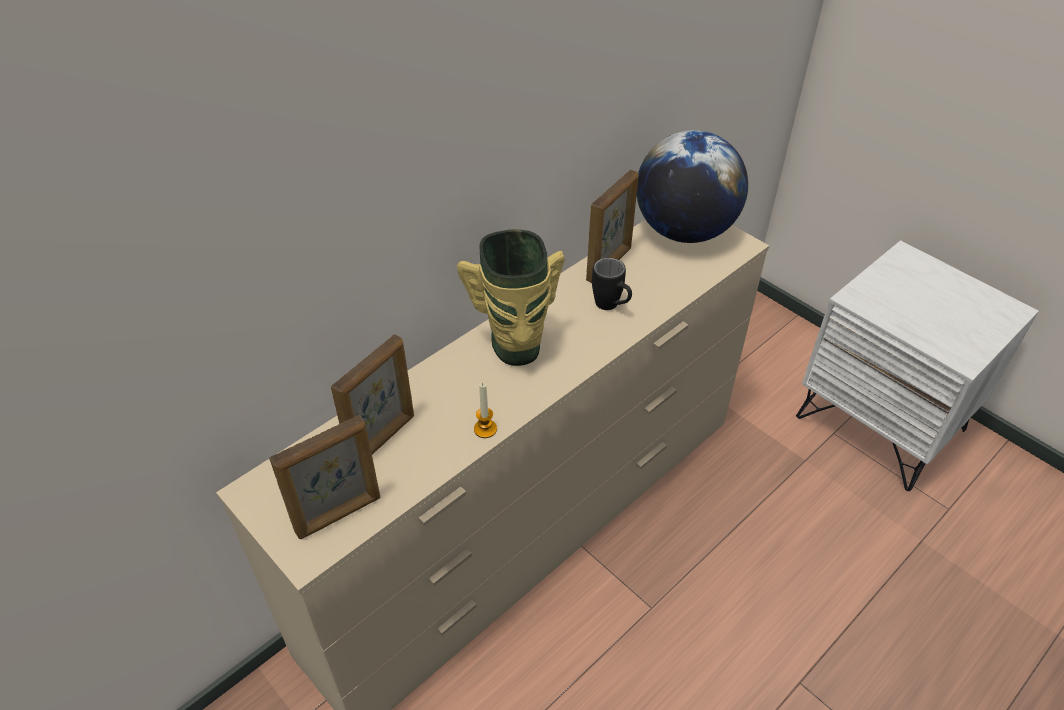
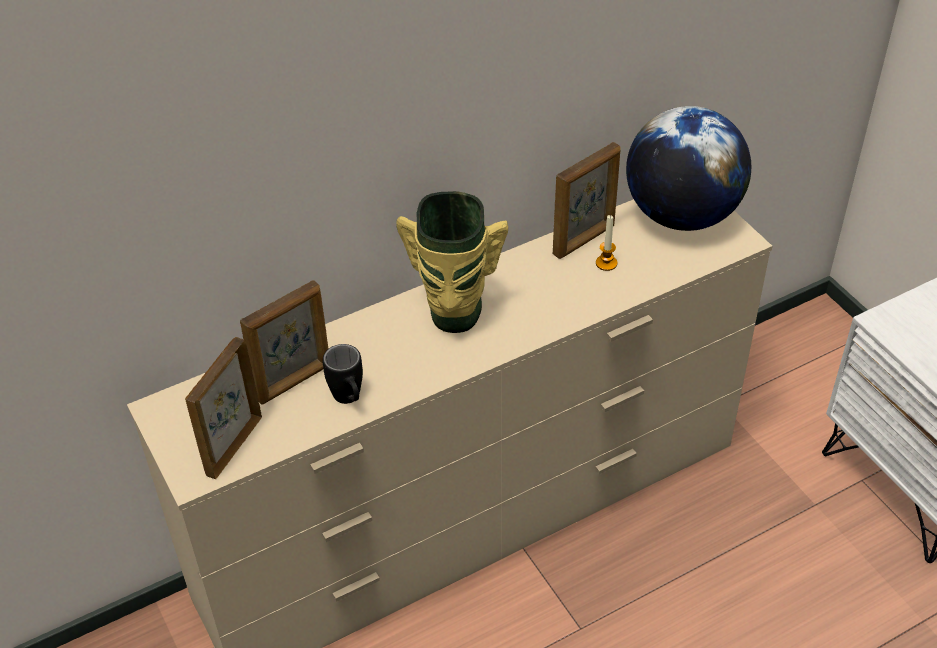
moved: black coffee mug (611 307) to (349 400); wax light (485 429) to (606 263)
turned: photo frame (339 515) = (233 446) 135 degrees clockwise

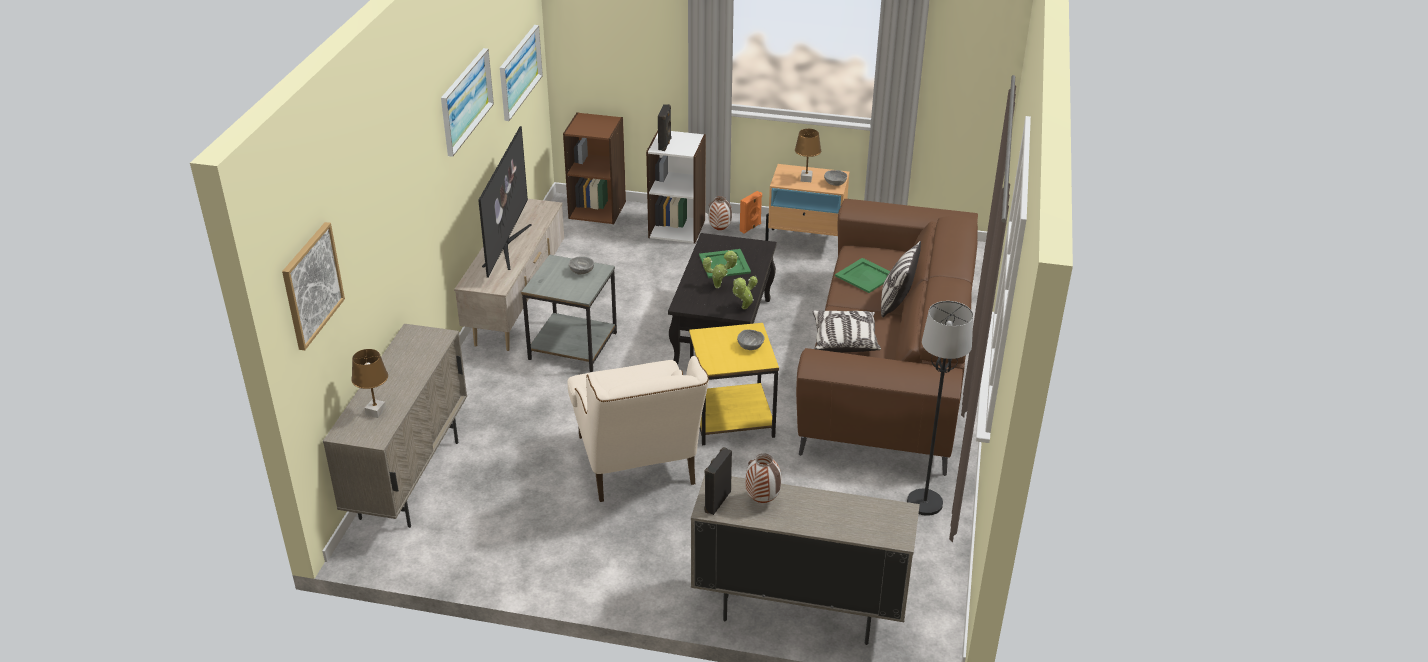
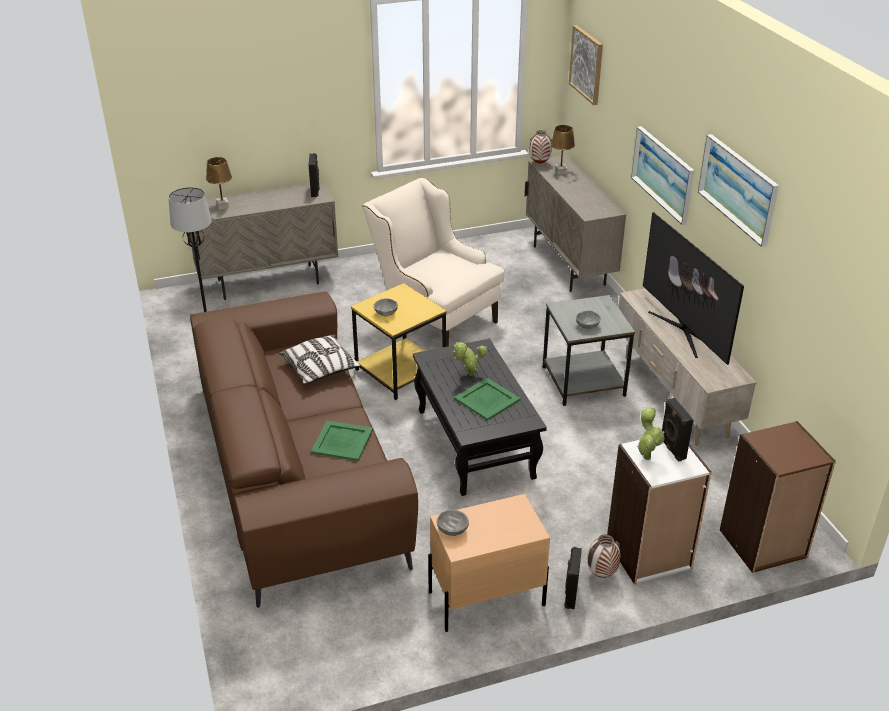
removed: pillow (896 303)
moved: wall picture (519 71) to (663 174); brown-coloured tabletop lamp (806 179) to (222 206); plant in a pot (743 309) to (646 456); vase (761 500) to (539 163)
recoloured: orangey speaker (751 228) to black speaker (570 595)

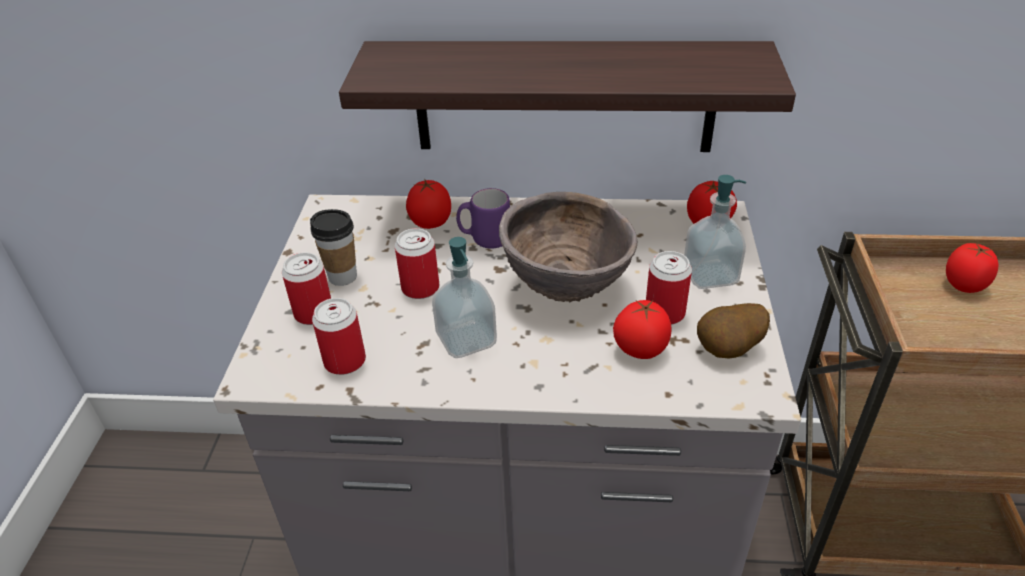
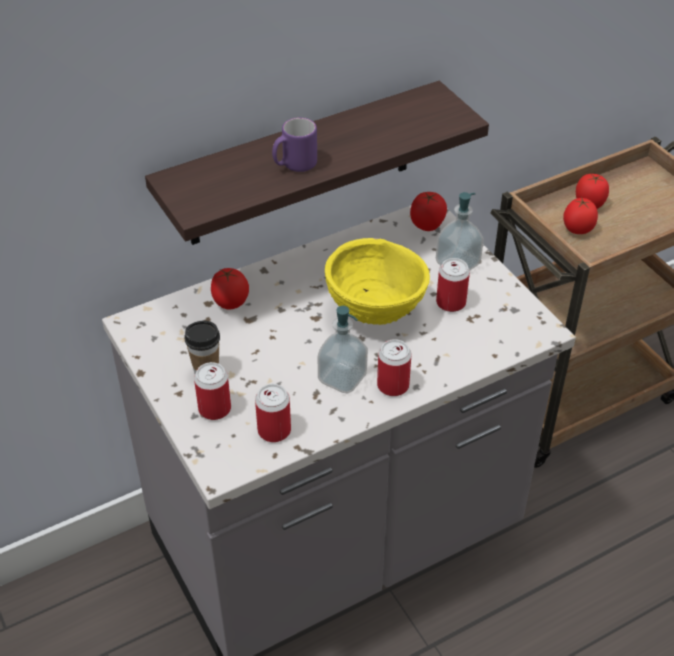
removed: whole potato (729 351)
moved: purplish coffee mug (484 239) to (294 165); sealed can (420 288) to (393 385); tomato (639 350) to (577 230)
recoloured: brown-coloured bowl (566 289) to yellowish bowl (375 313)

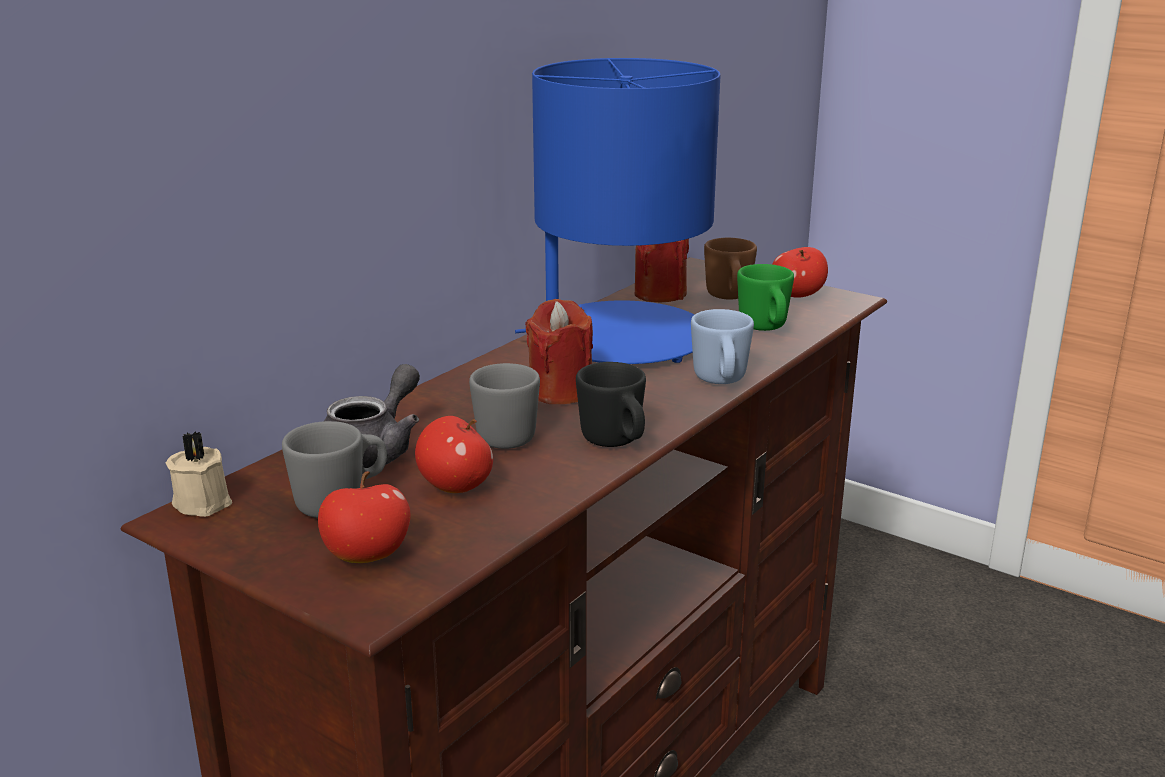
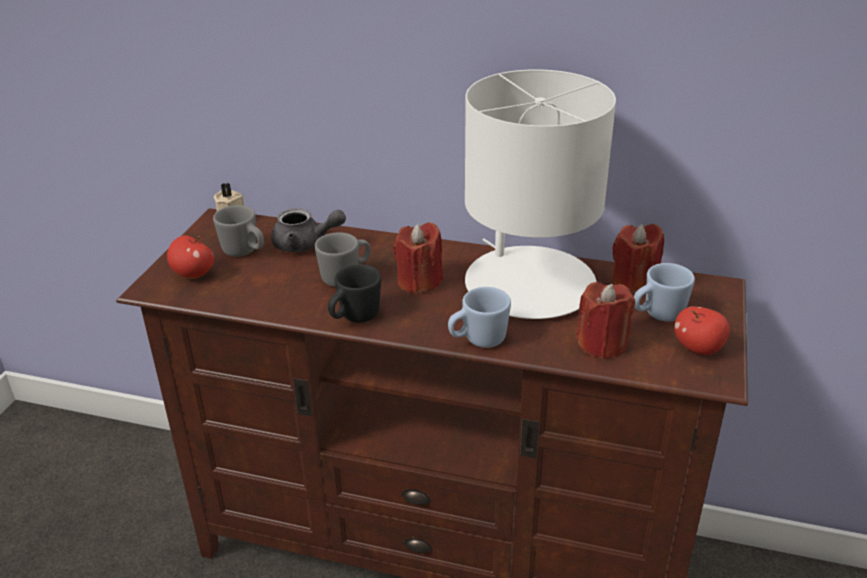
removed: whole apple (455 487)
replaced: green coffee mug (765 328) to red-coloured wax light (602 344)
recoloured: bluish tabletop lamp (620 337) to whitish tabletop lamp (528 284); brown-coloured coffee mug (729 298) to bluish coffee mug (657 315)

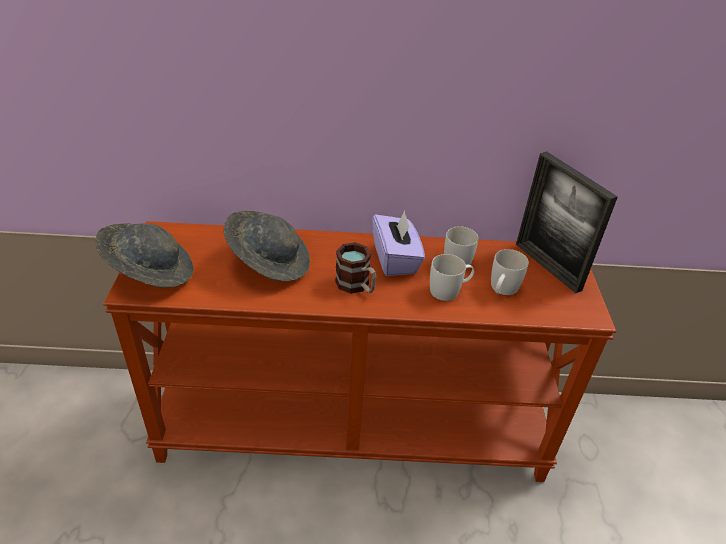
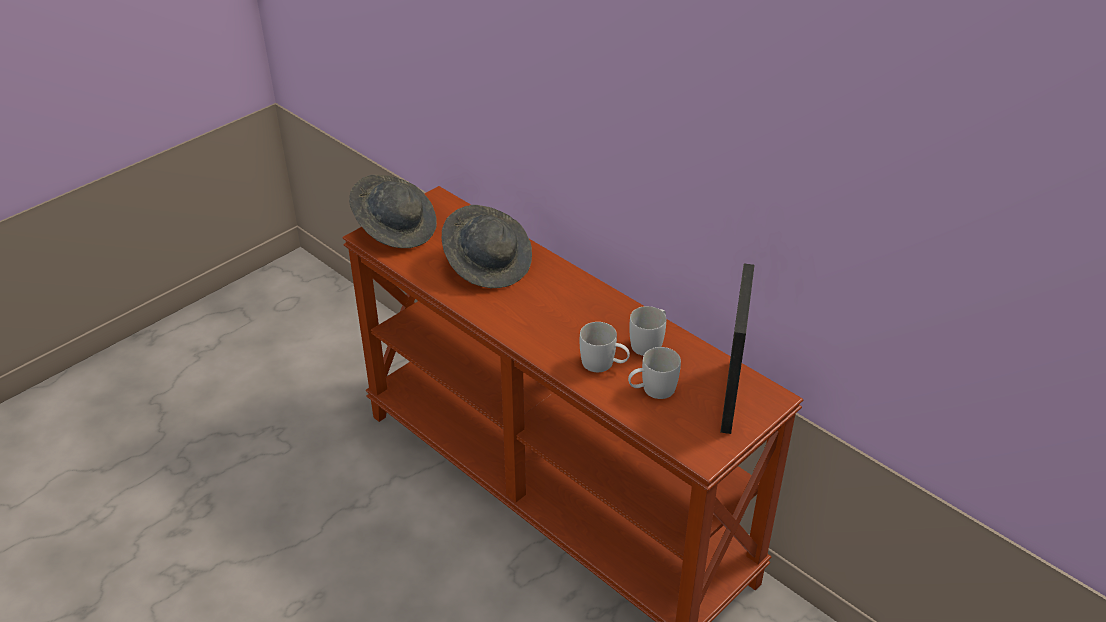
removed: purplish tissue holder (395 259); coffee mug (357 286)

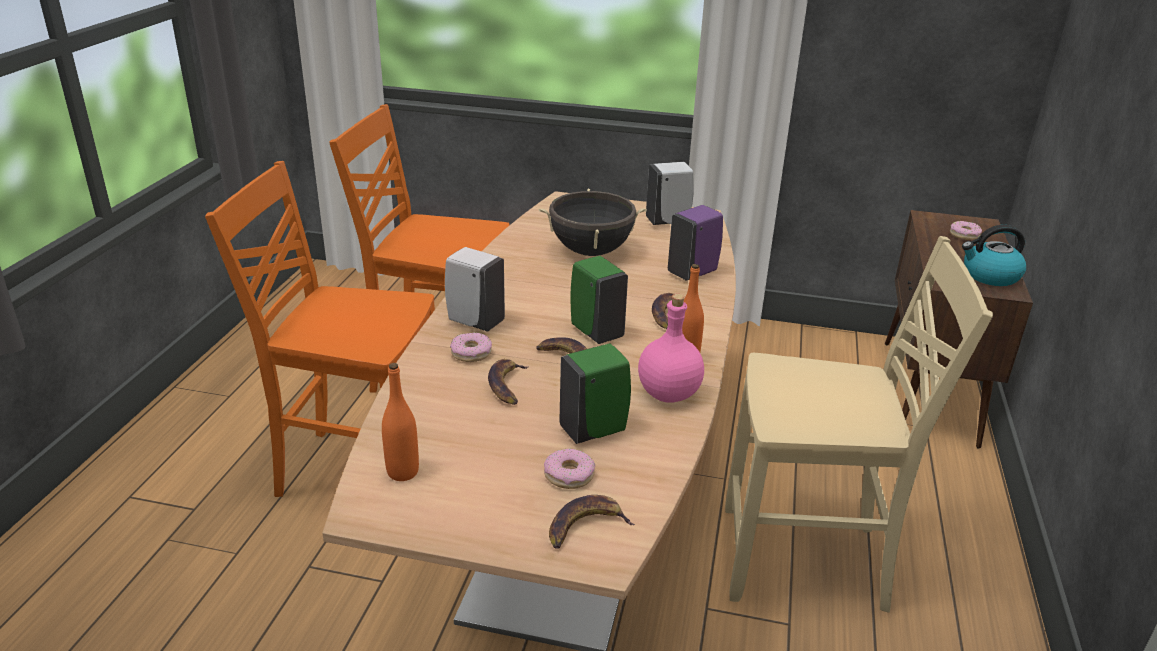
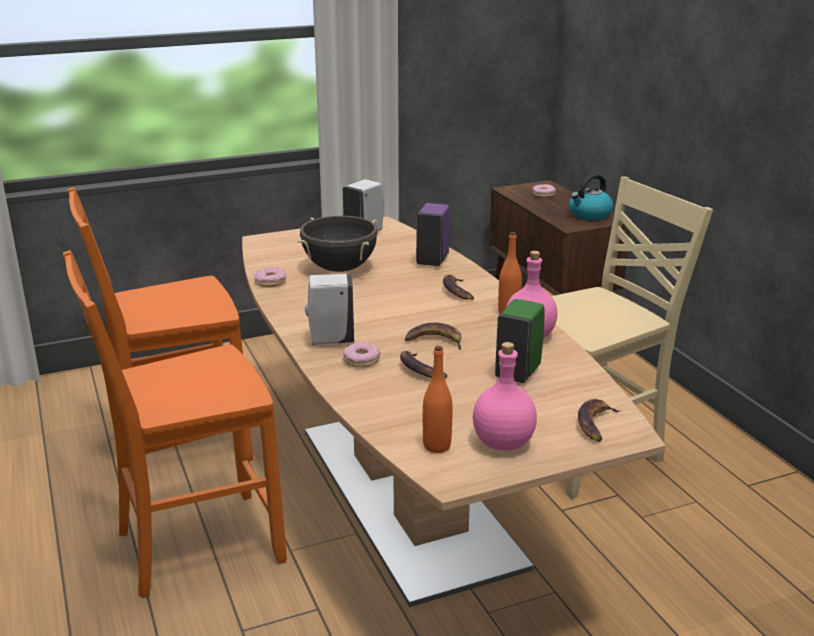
removed: green liquid soap bottle (595 332)
added: pinkish bottle (502 442)
moved: doughnut (569 475) to (270 282)

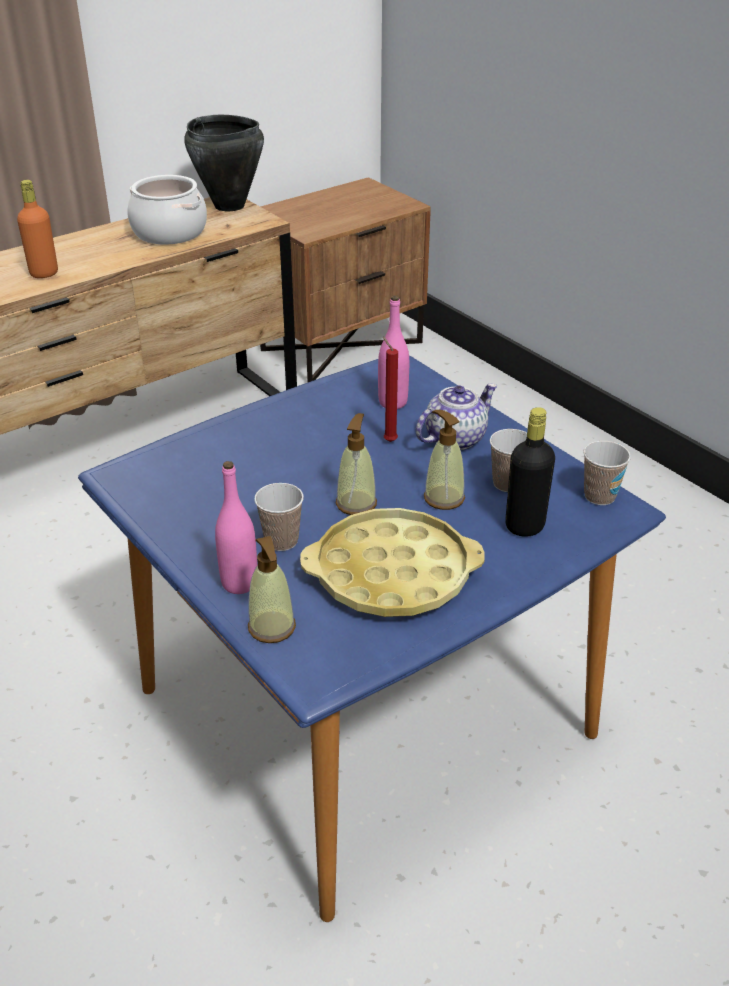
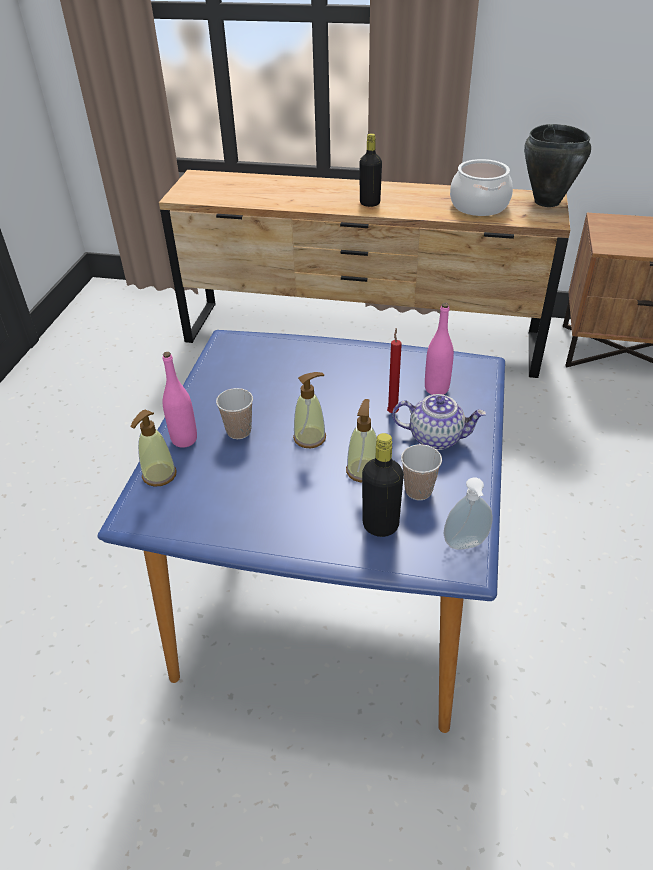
removed: yellowish carrying tray (392 573)
replaced: small cup (599 496) to liquid soap bottle (466 545)
recoloured: orangey bottle (44 273) to black bottle (370 203)

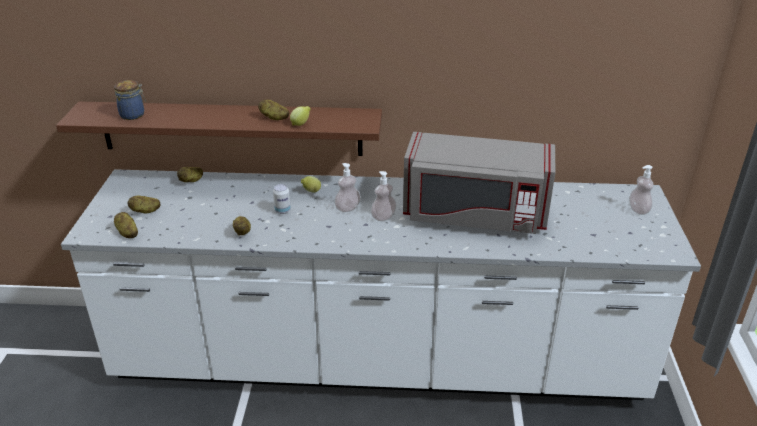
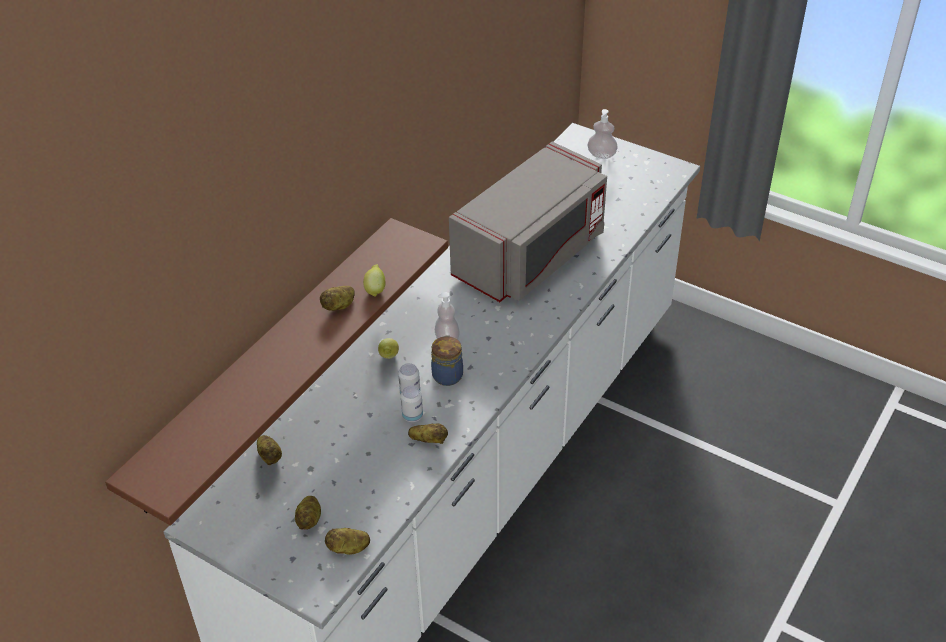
removed: liquid soap bottle (383 217)
added: sealed can (412 416)
moved: storage jar (133 115) to (447 374)

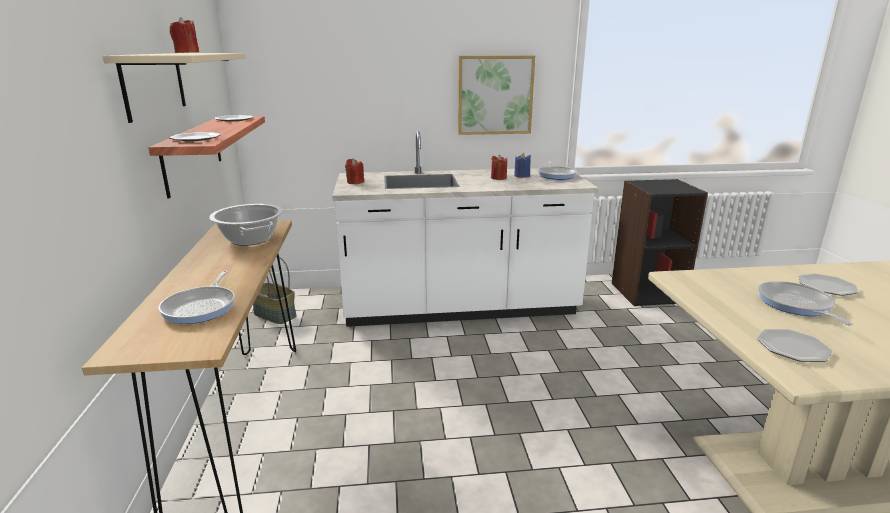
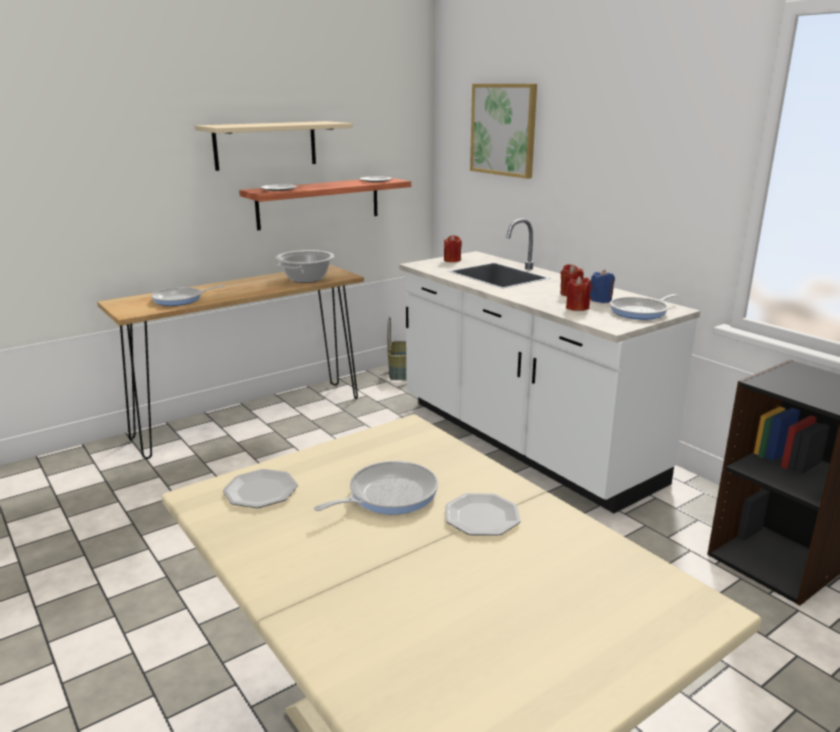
moved: red-coloured wax light (187 52) to (577 308); wall picture (495 95) to (503 129)

